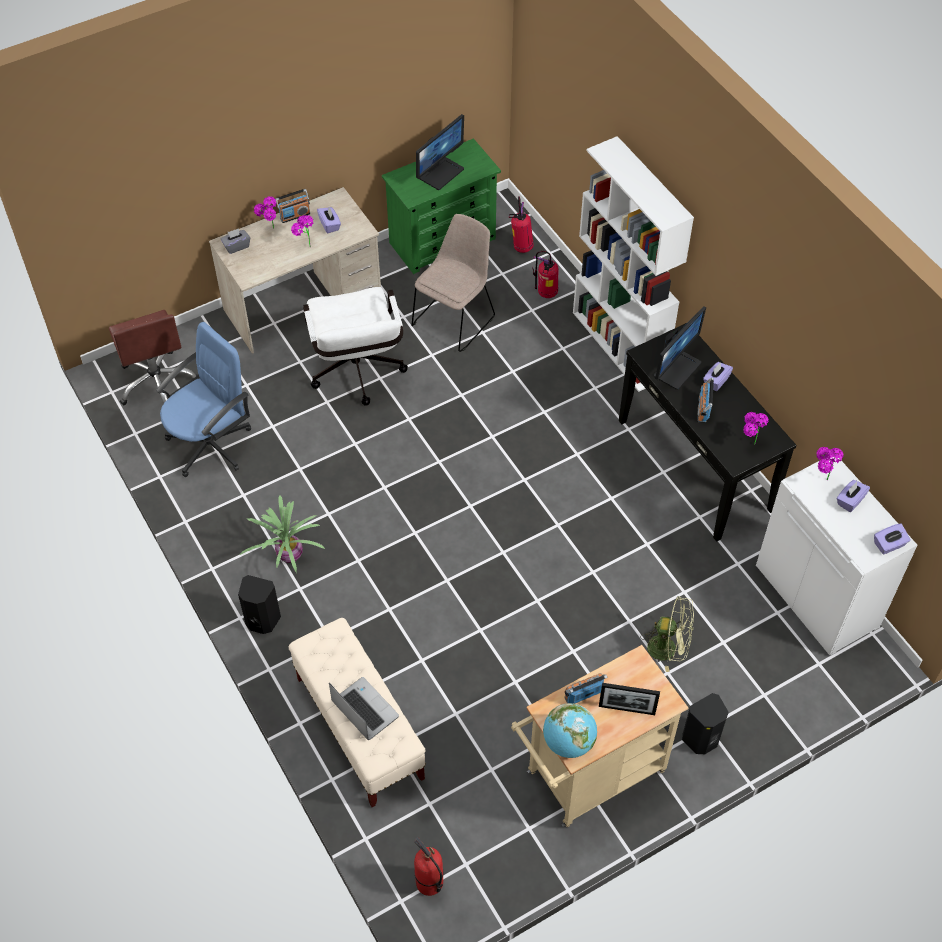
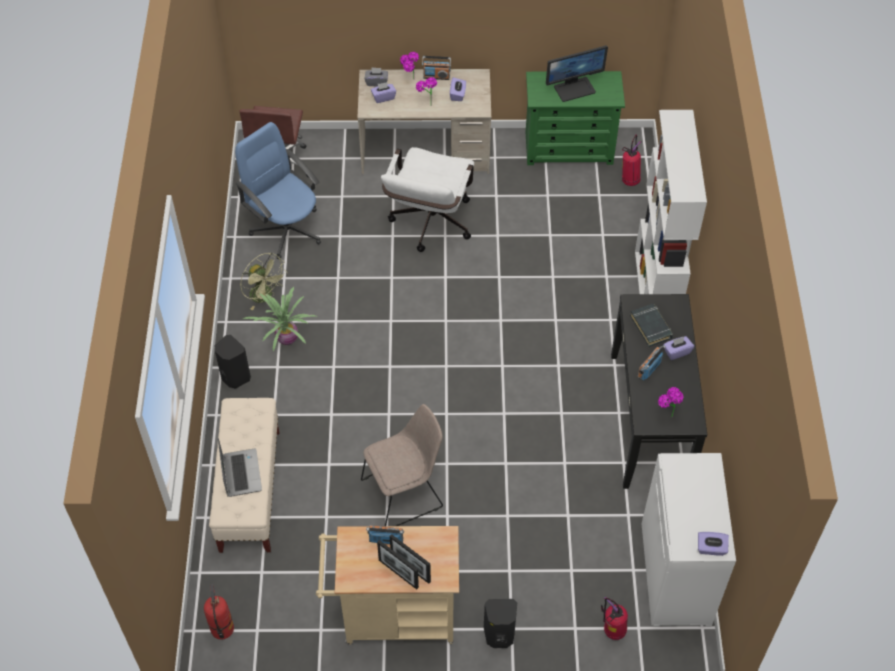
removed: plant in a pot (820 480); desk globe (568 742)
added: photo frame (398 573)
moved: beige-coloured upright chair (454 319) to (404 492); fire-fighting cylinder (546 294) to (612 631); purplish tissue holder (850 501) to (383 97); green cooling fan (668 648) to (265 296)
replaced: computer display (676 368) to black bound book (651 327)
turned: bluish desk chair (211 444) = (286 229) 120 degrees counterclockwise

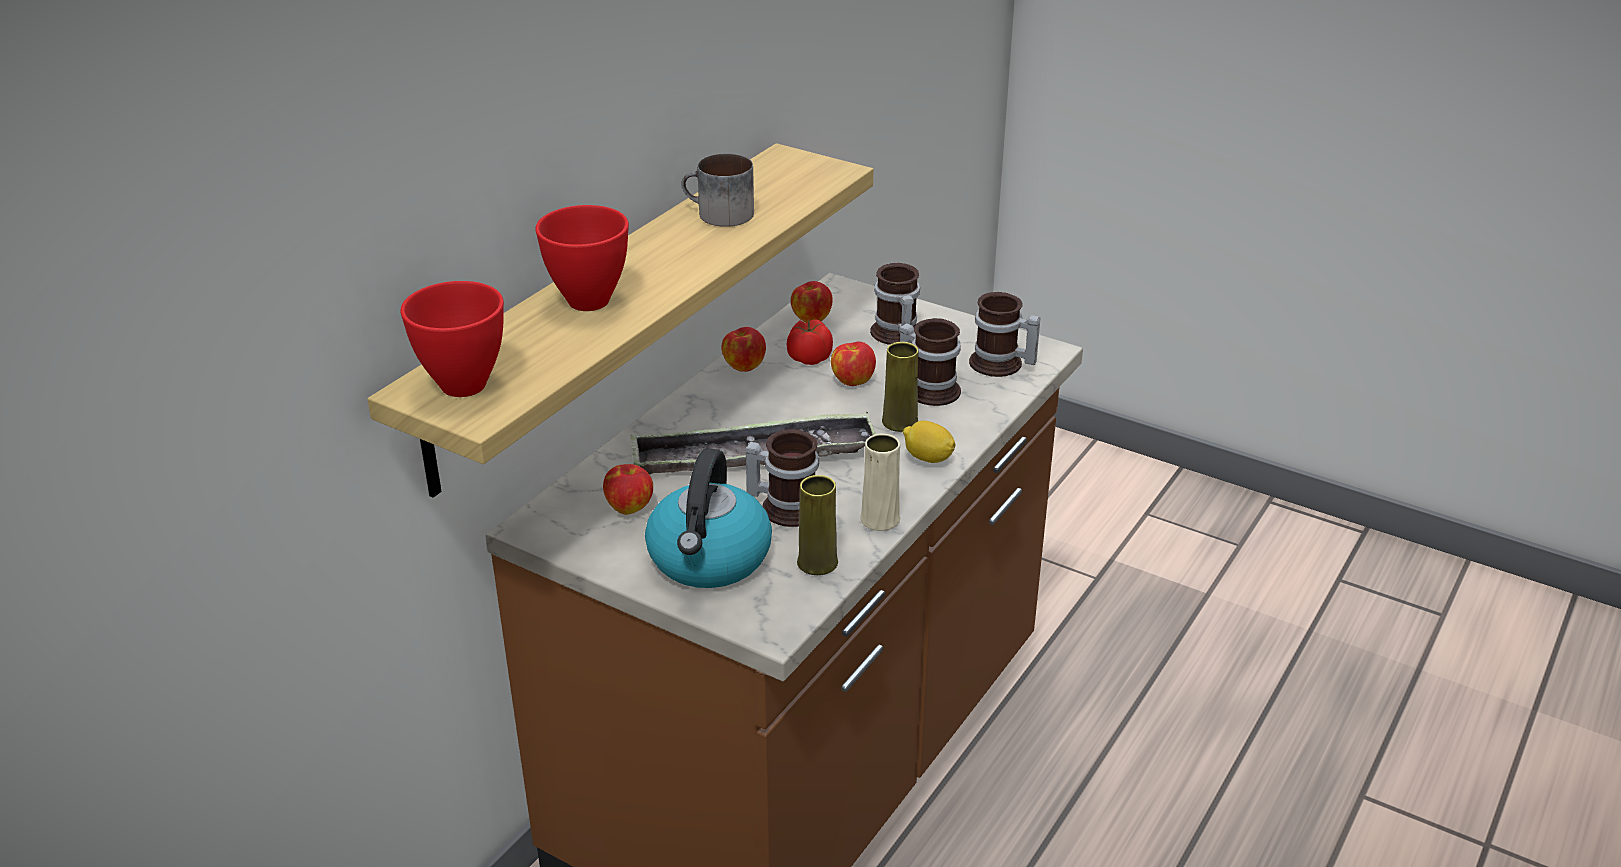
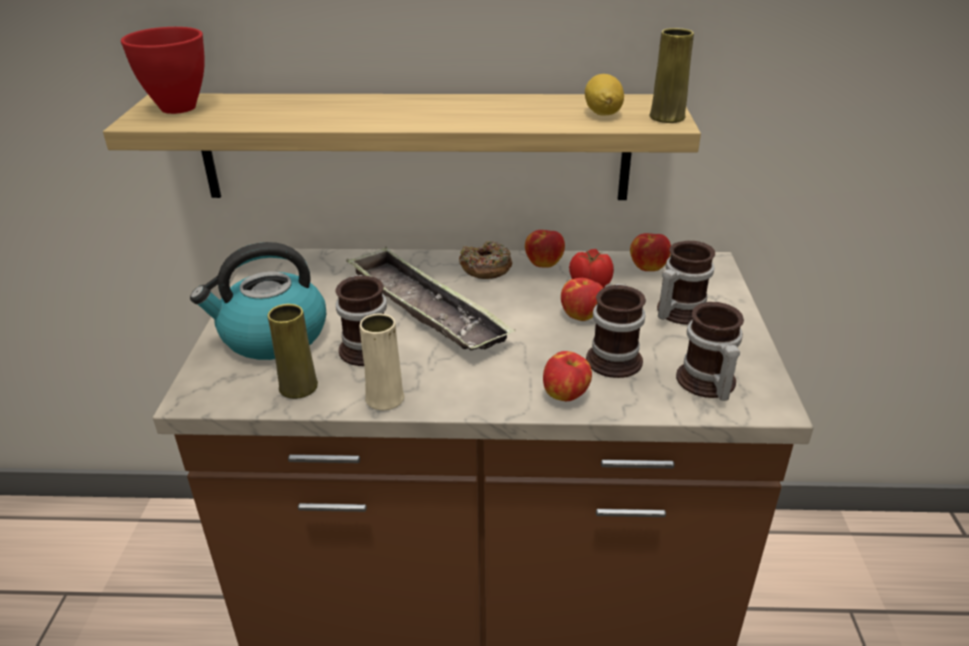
removed: coffee mug (718 215); red-coloured bowl (586 301)
added: doughnut (485 268)
moved: yellowish vase (899 422) to (667 117); lemon (928 458) to (603 113); whole apple (630 507) to (566 395)

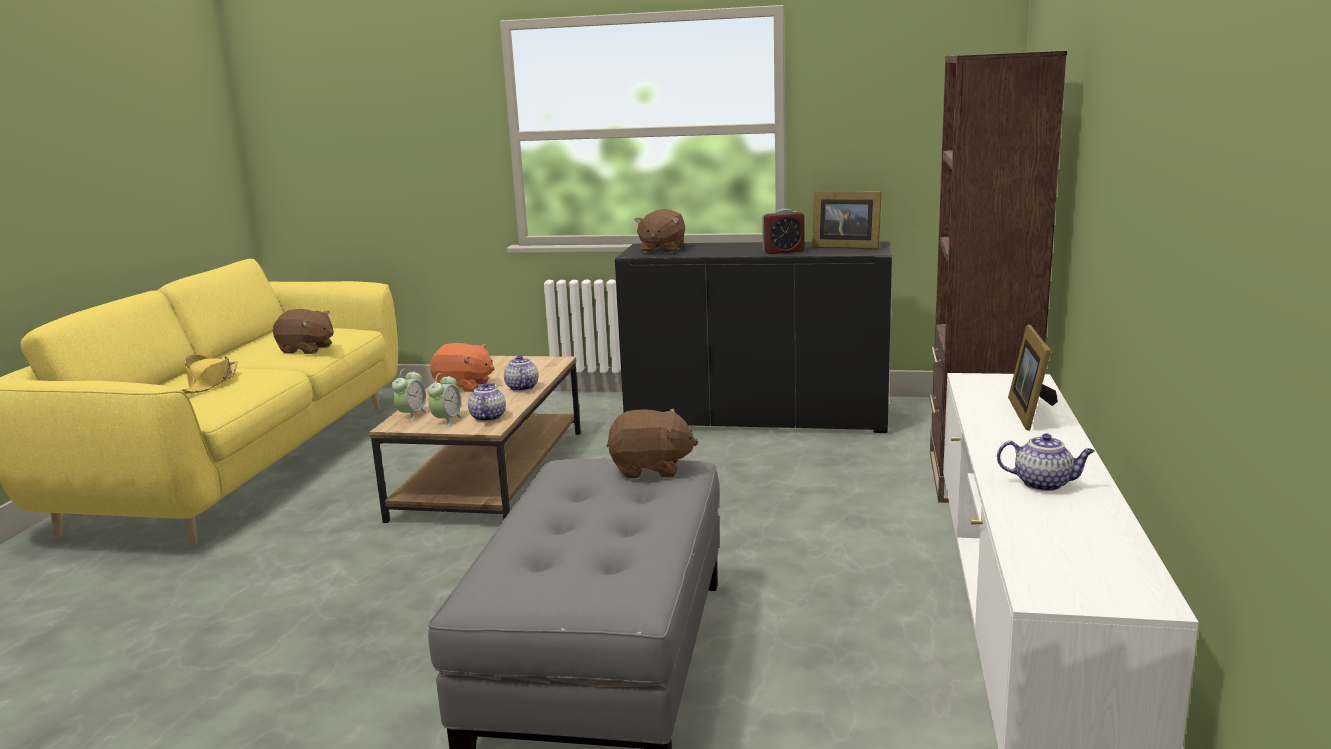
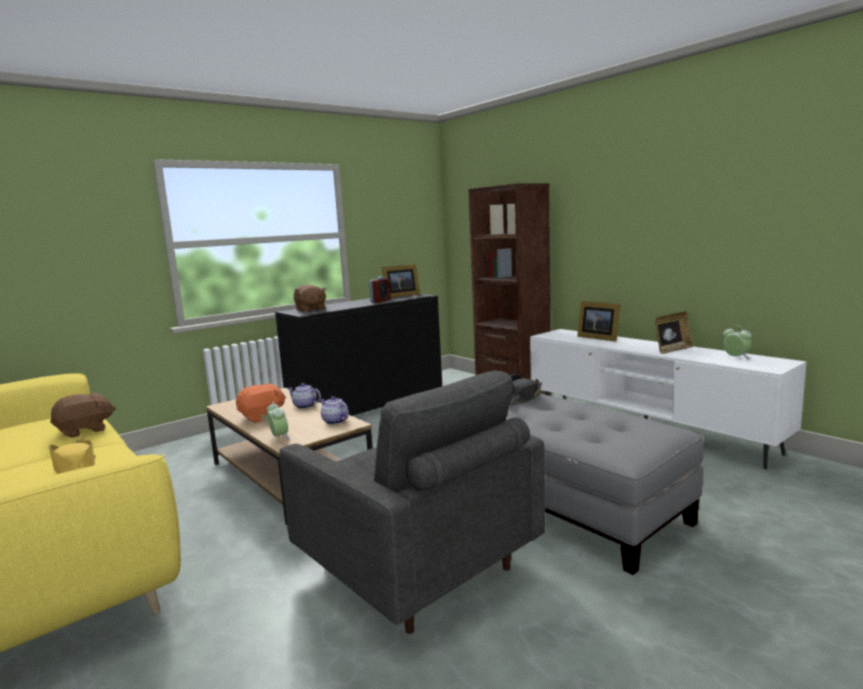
added: grey easy chair (417 569)
moved: alarm clock (447 421) to (736 357)
replaced: brown-coloured soft toy (651 469) to black hat (523 398); teapot (1044 484) to photo frame (672 350)

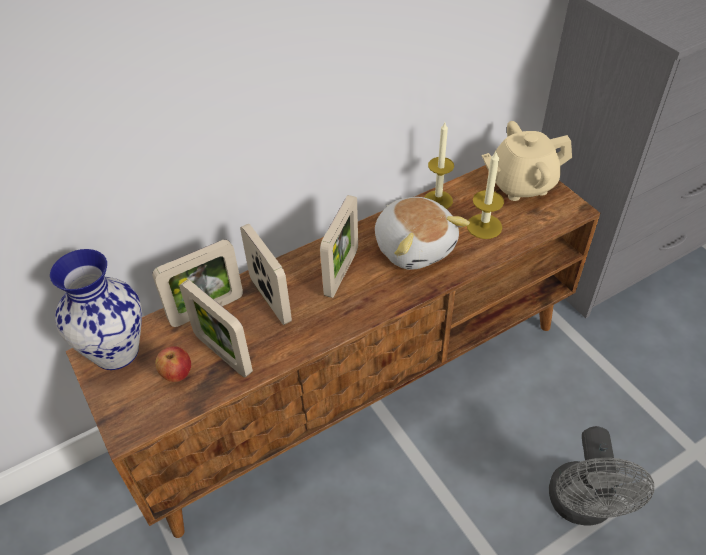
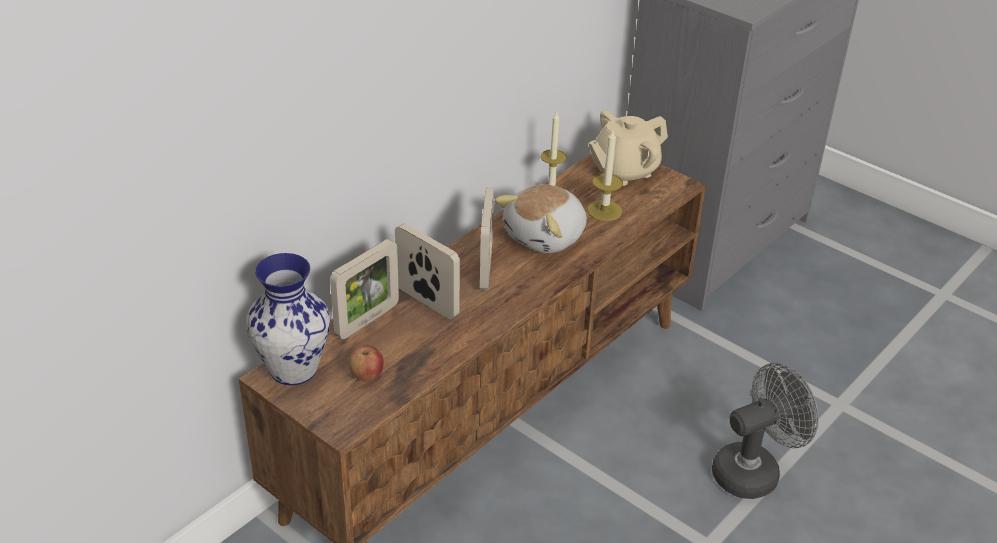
removed: photo frame (223 354)
turned: soft toy (415 246) = (546 237) 90 degrees clockwise; grey cooling fan (582 507) = (754 471) 105 degrees counterclockwise

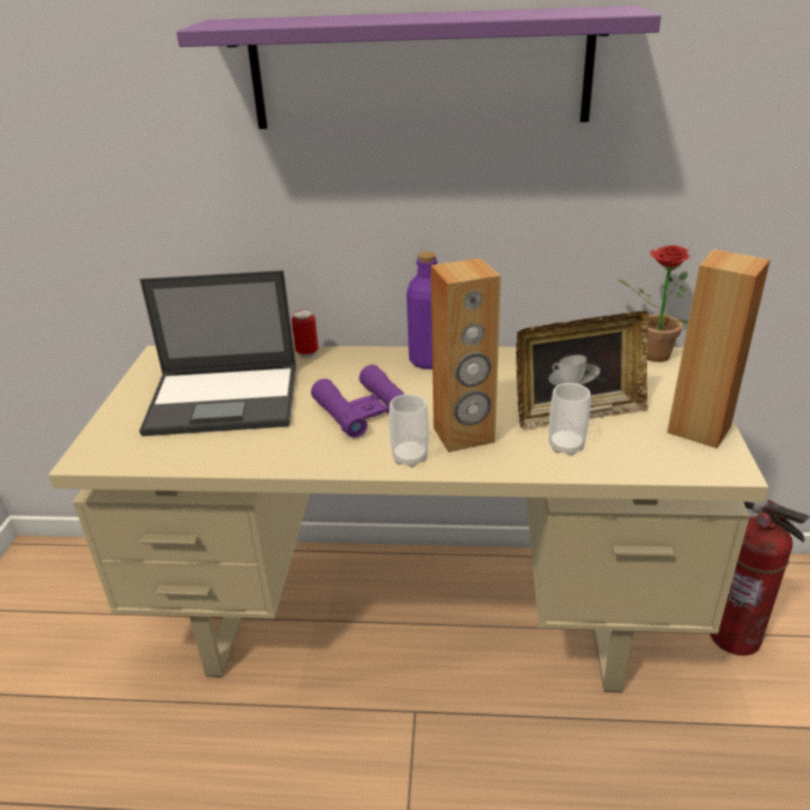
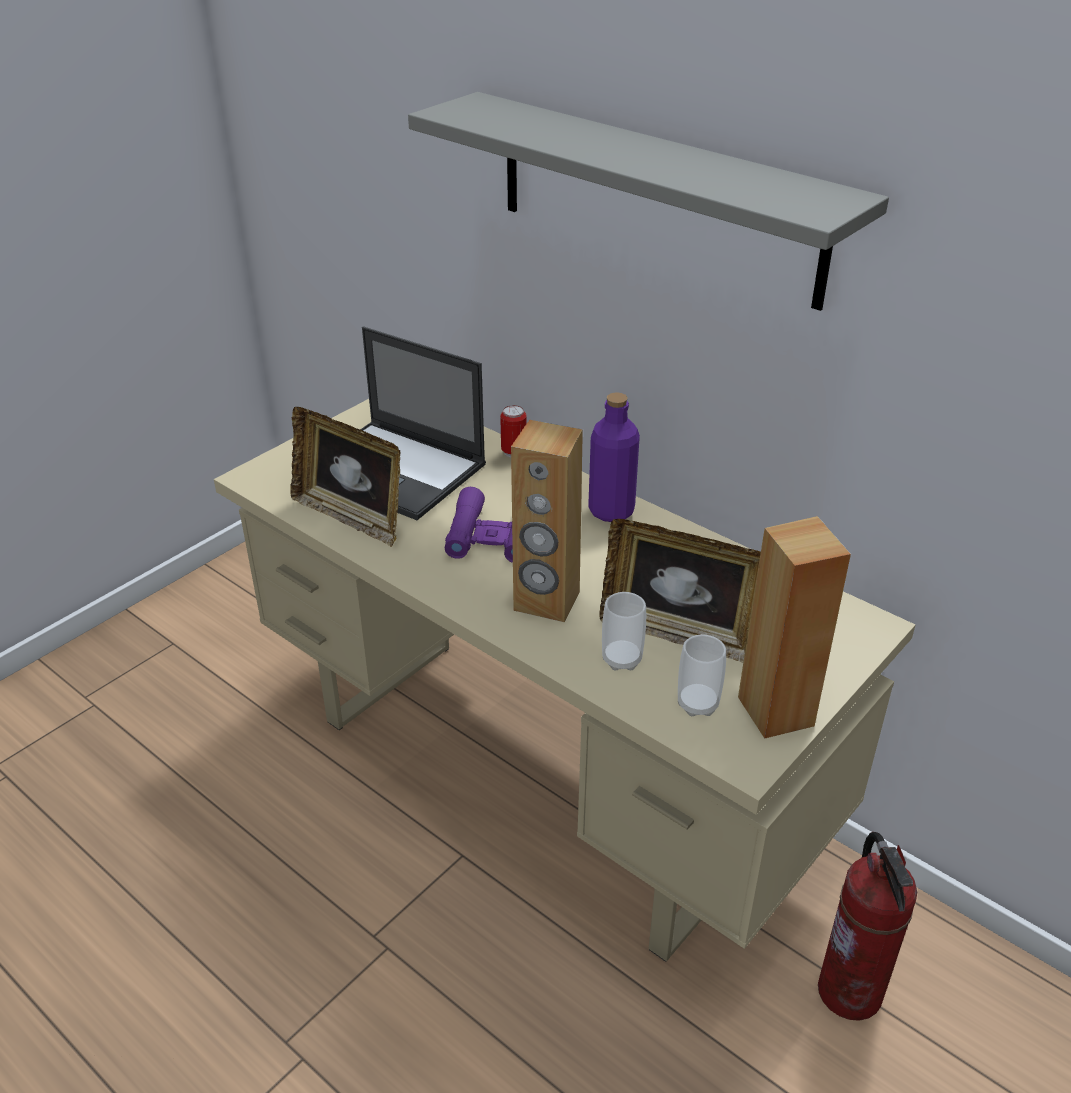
removed: plant in a pot (649 355)
added: photo frame (351 517)
moved: small cup (410 458) to (697 704)
recoloured: purplish bracket shelf (419 70) to grey bracket shelf (656 198)

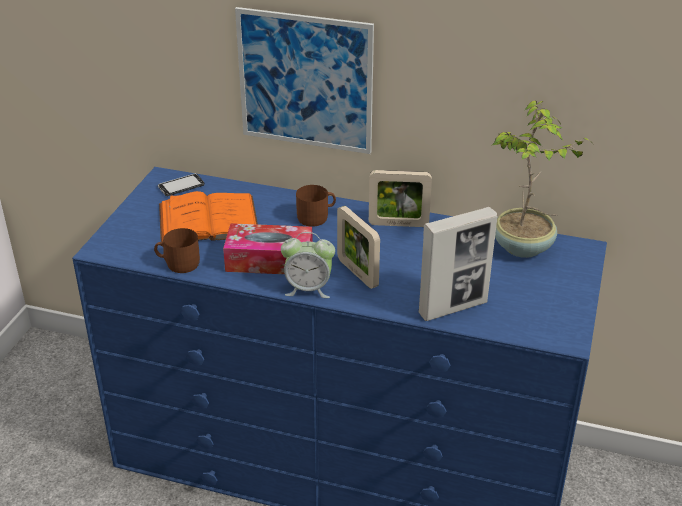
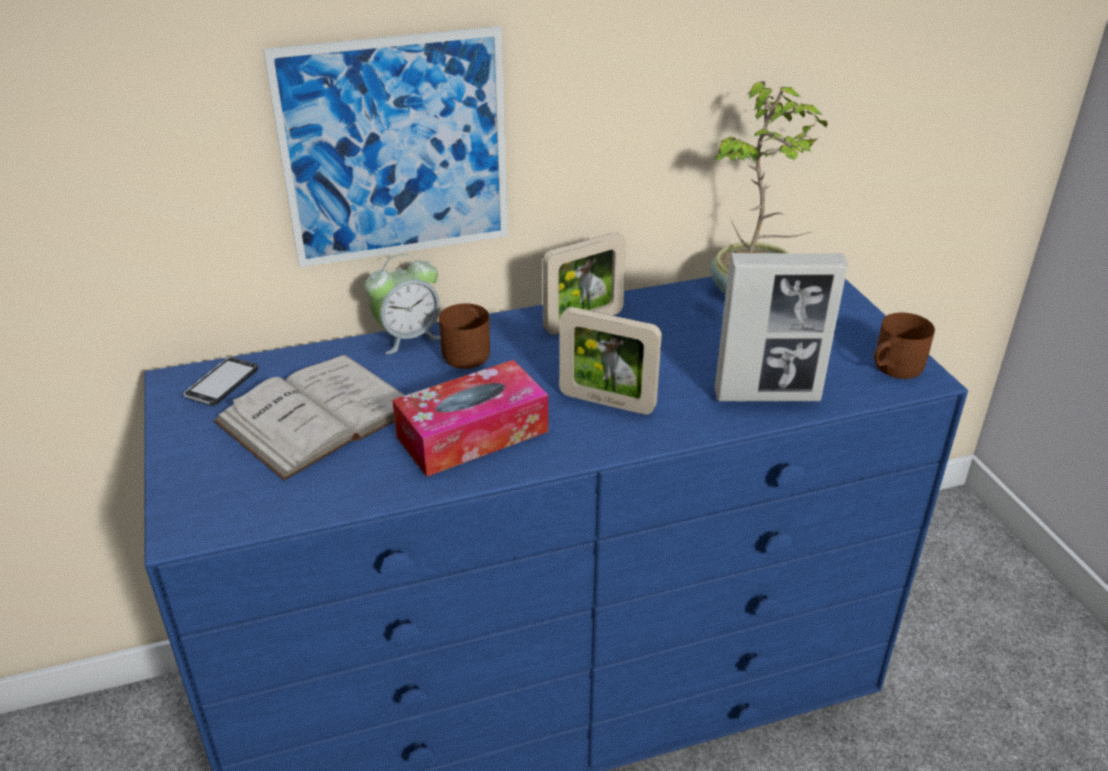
moved: brown-coloured coffee mug (178 263) to (893 367); alarm clock (308 289) to (408 337)
recoloured: orangey bound book (208 220) to whitish bound book (318 414)
turned: photo frame (453 308) = (767 396) 60 degrees clockwise

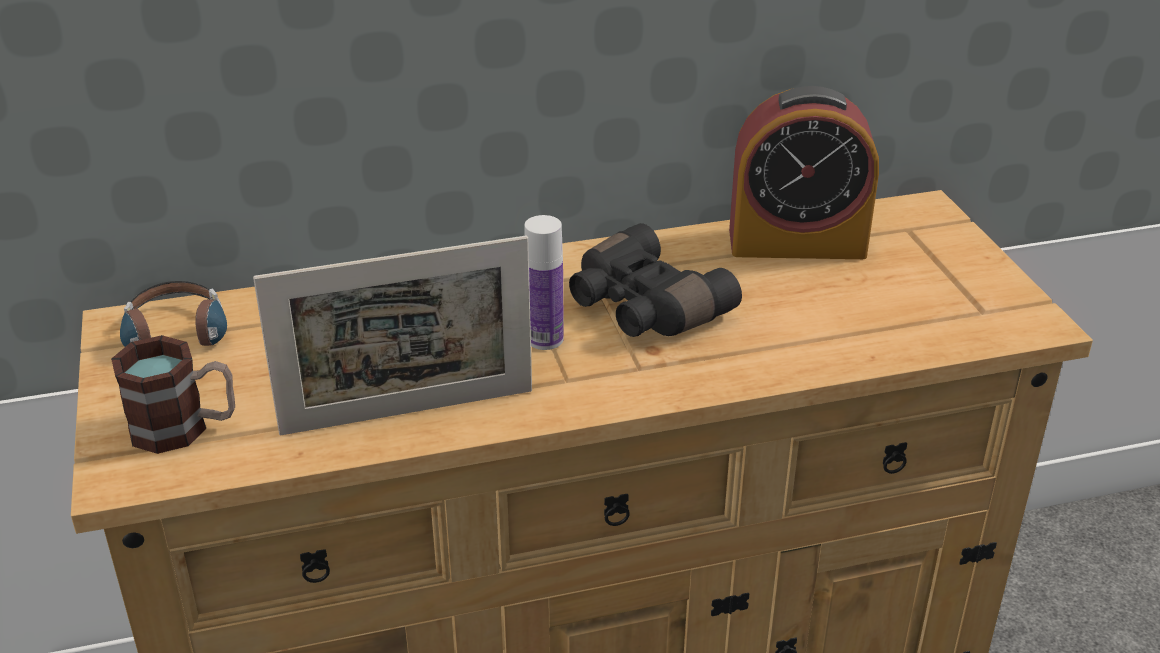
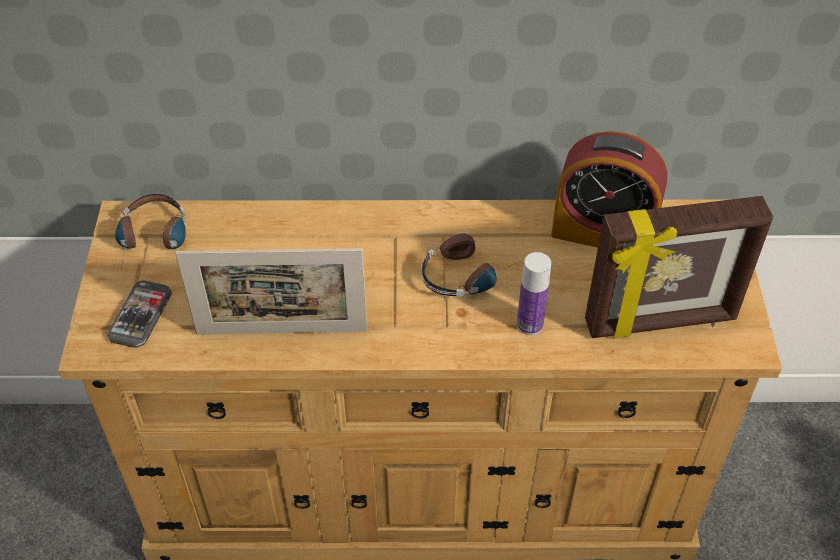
added: photo frame (660 322)
moved: bottle (545 339) to (529 324)
replaced: black binoculars (643 308) to headphones (468 272); coffee mug (185 428) to phone (140 315)

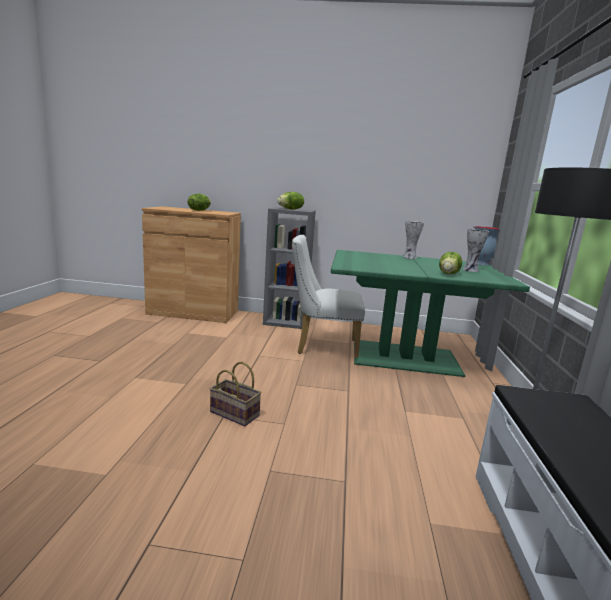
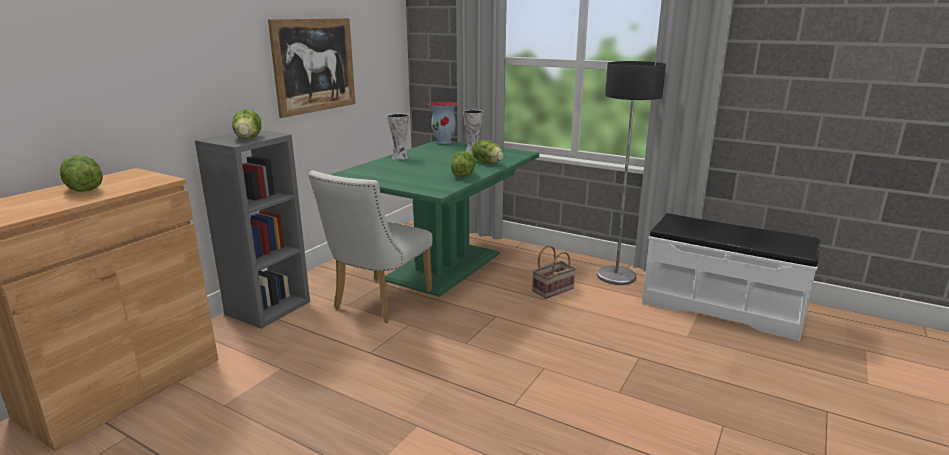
added: wall picture (314 65); lettuce (463 175)
moved: household basket (236 413) to (553 289)

